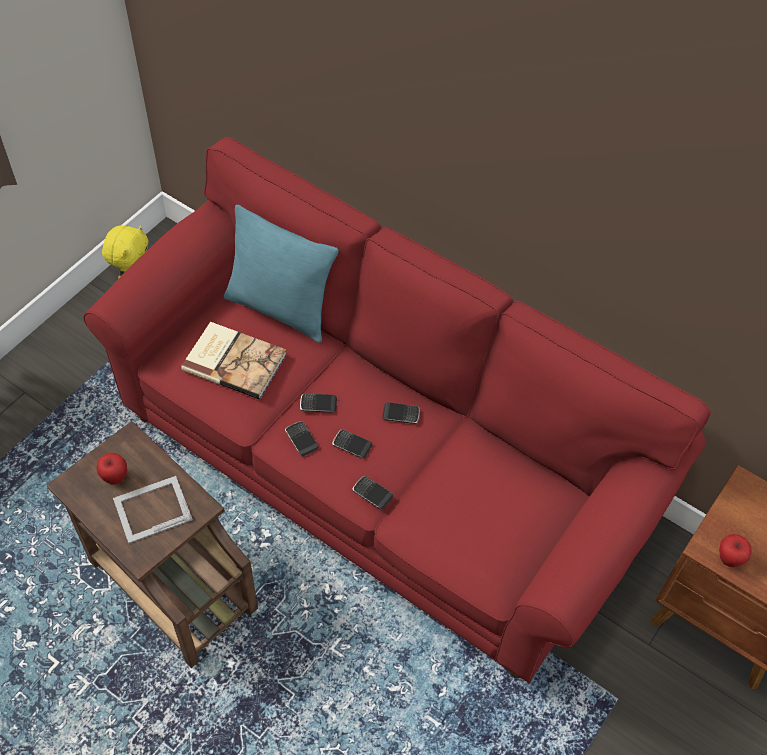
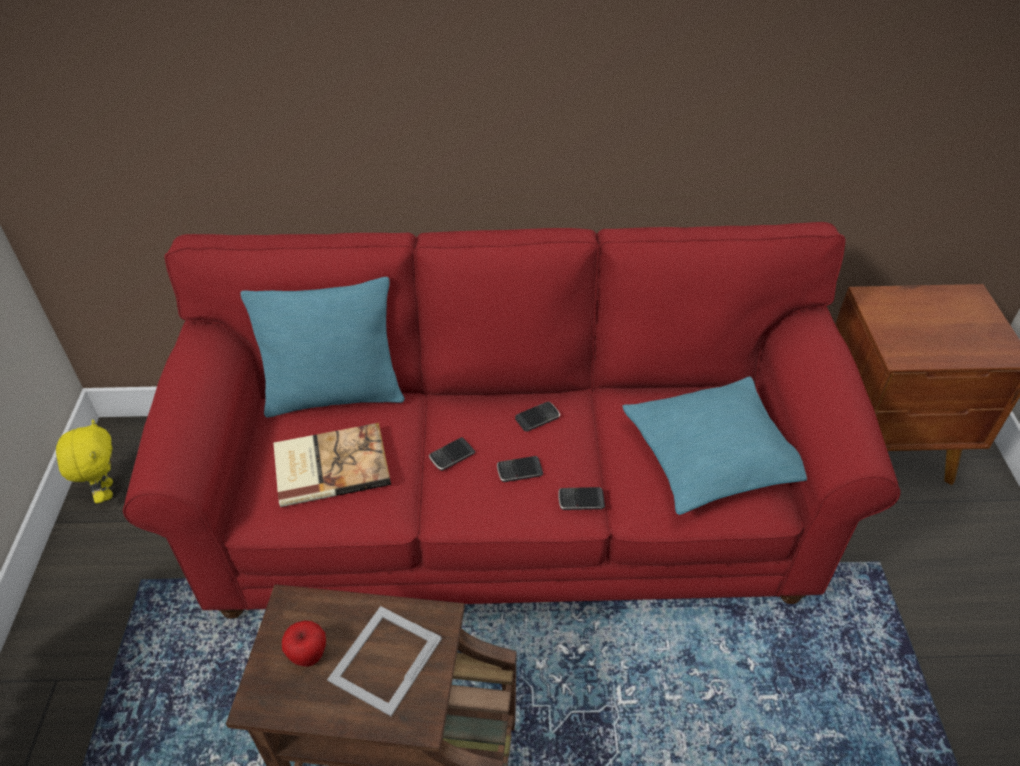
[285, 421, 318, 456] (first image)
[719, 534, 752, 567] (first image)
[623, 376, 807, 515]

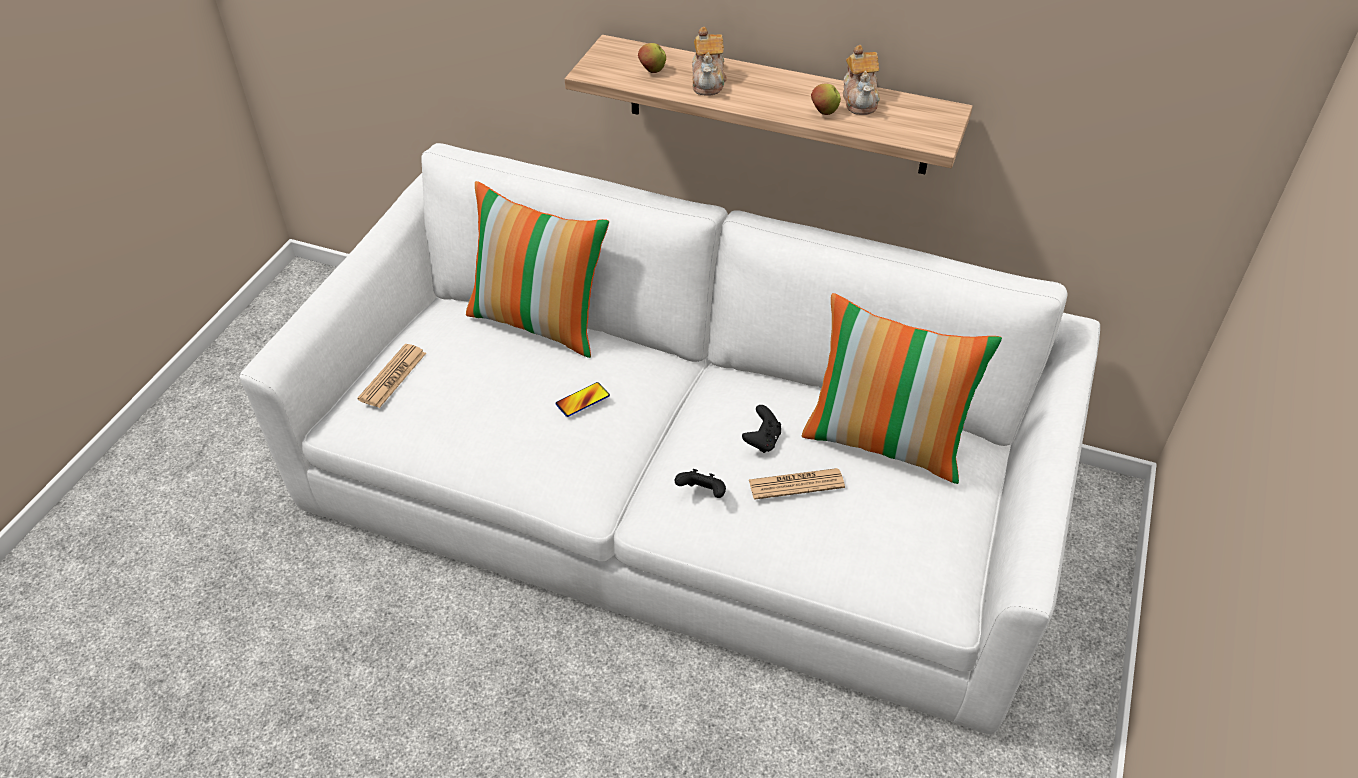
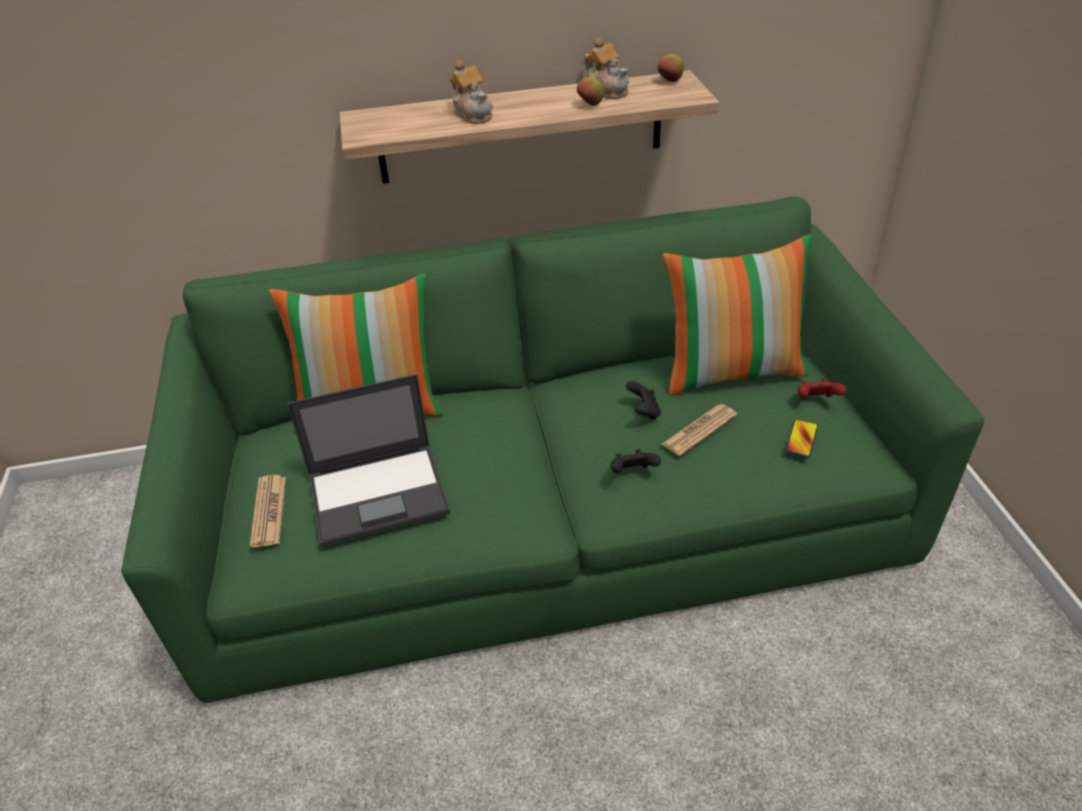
[658, 54, 684, 82]
[121, 197, 984, 703]
[785, 419, 818, 458]
[287, 374, 450, 547]
[797, 379, 846, 399]

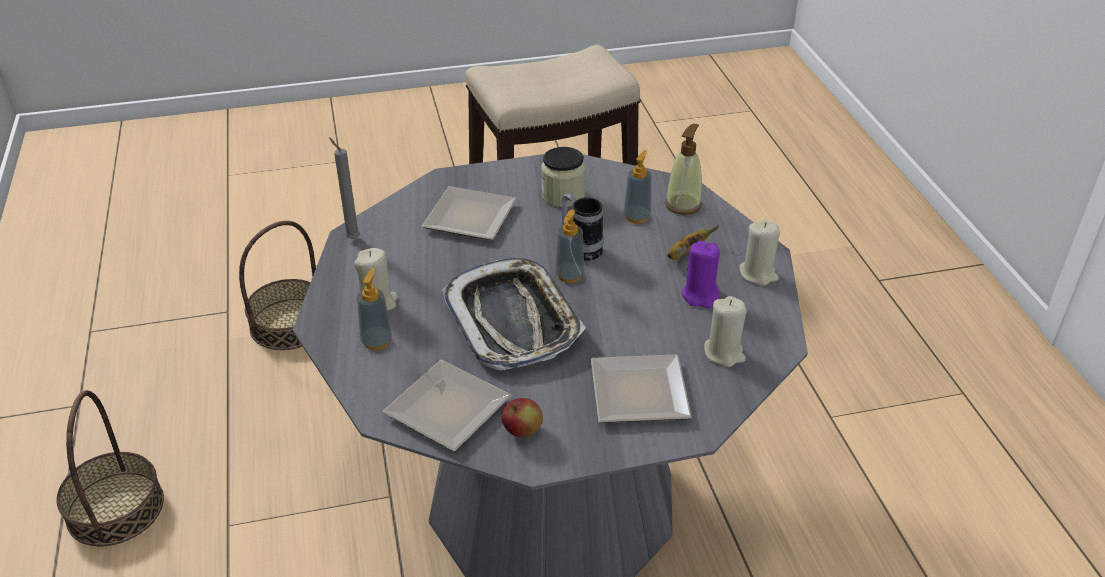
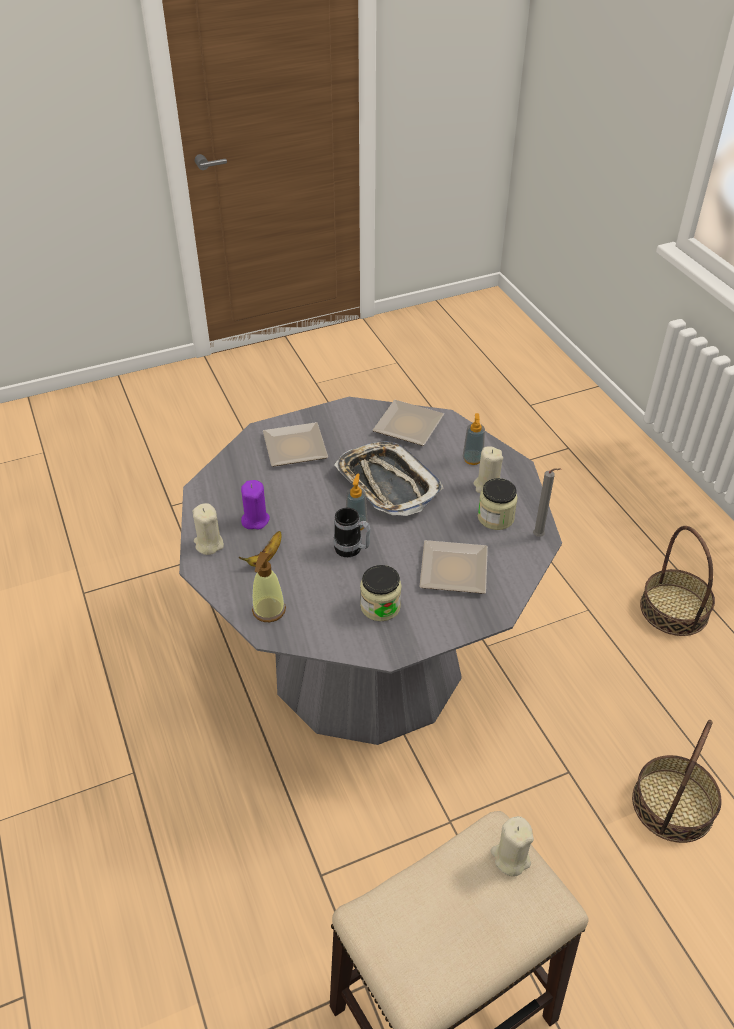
[623, 150, 651, 224] (first image)
[490, 816, 534, 877]
[501, 398, 543, 437] (first image)
[478, 478, 518, 530]

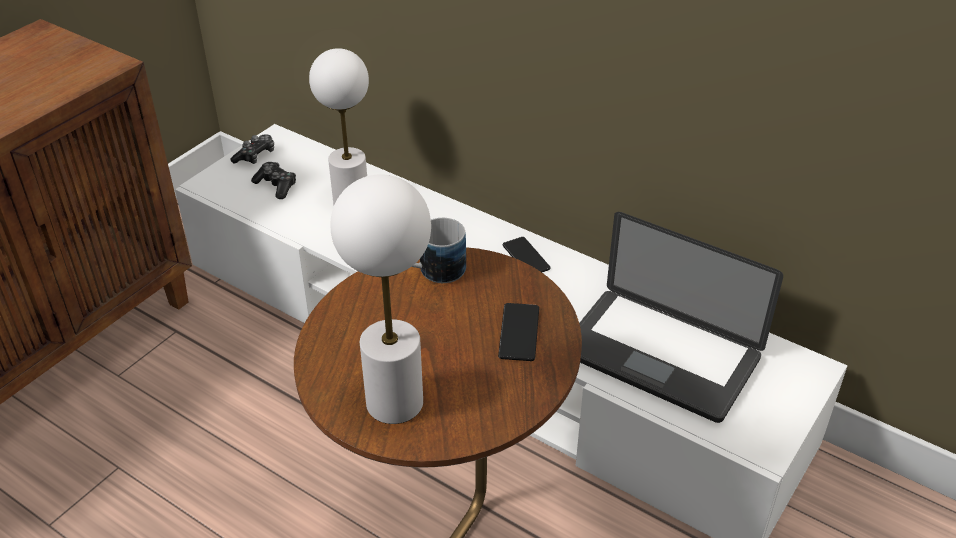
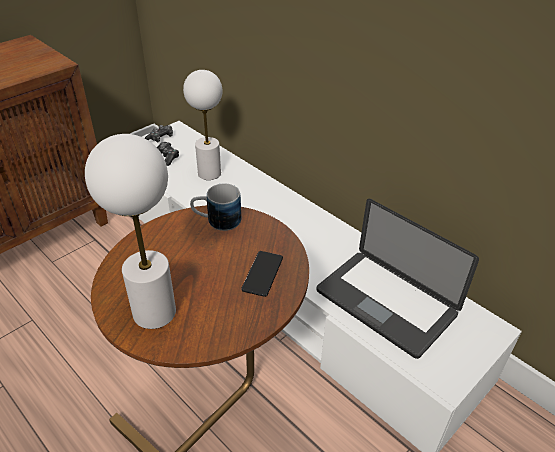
[502, 237, 551, 272] (first image)

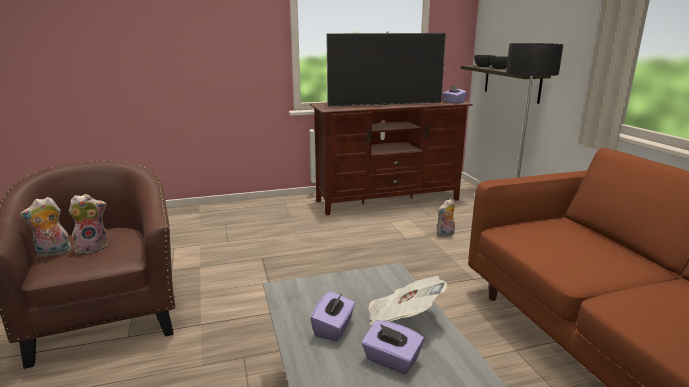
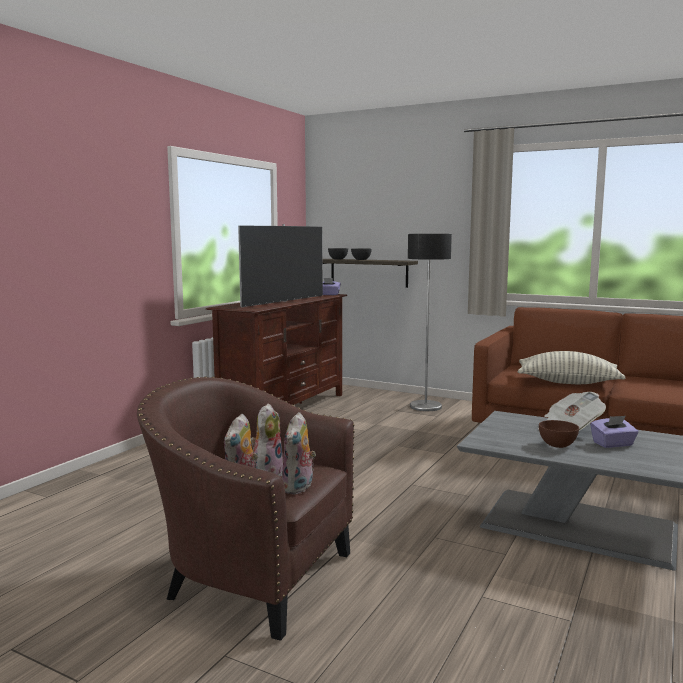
[282, 412, 318, 494]
[539, 420, 579, 448]
[518, 351, 625, 384]

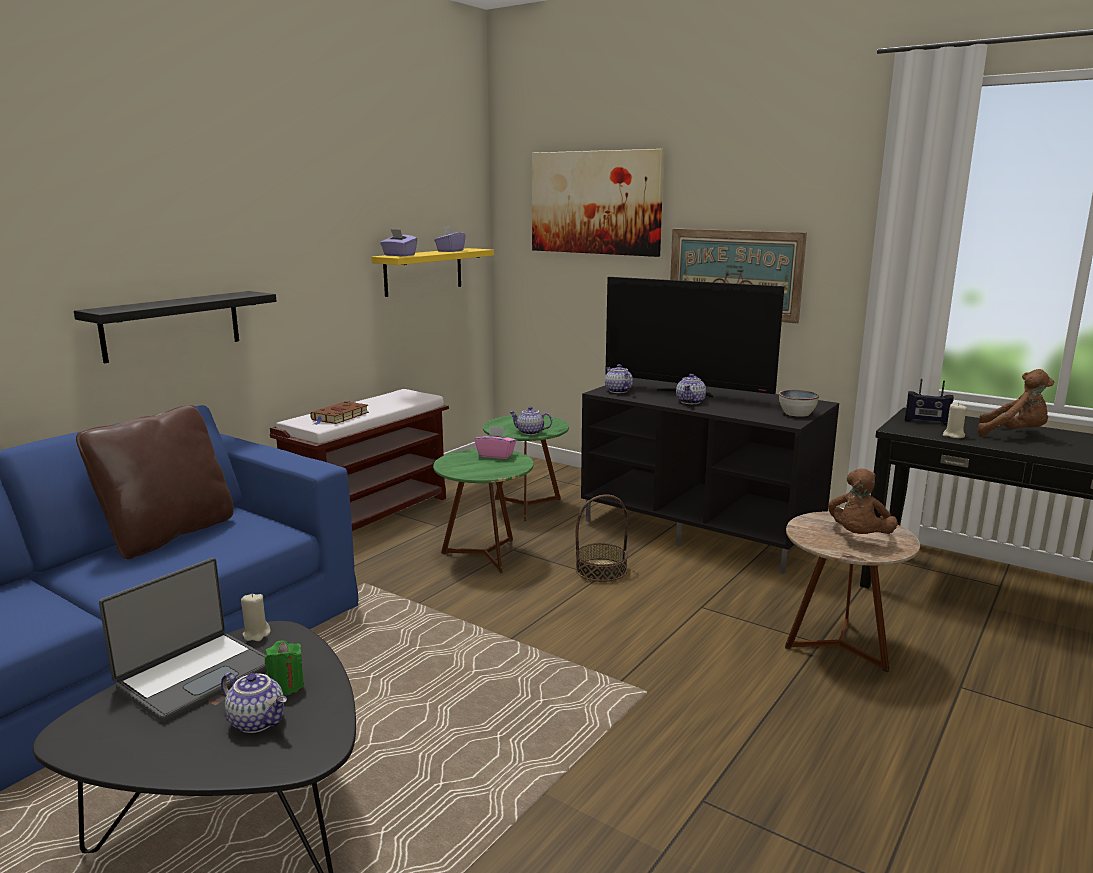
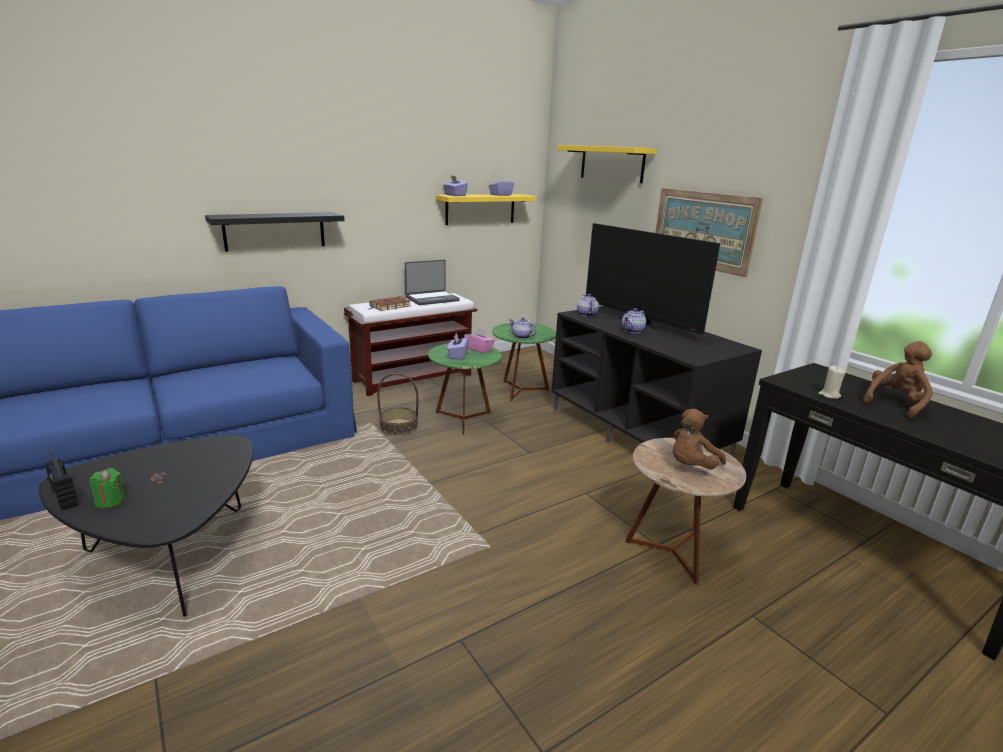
[556, 145, 656, 183]
[863, 341, 933, 419]
[45, 450, 78, 511]
[779, 390, 819, 417] (first image)
[76, 405, 234, 559] (first image)
[377, 373, 419, 436]
[405, 260, 460, 305]
[241, 593, 271, 641] (first image)
[90, 468, 125, 508]
[221, 673, 287, 733] (first image)
[447, 333, 469, 360]

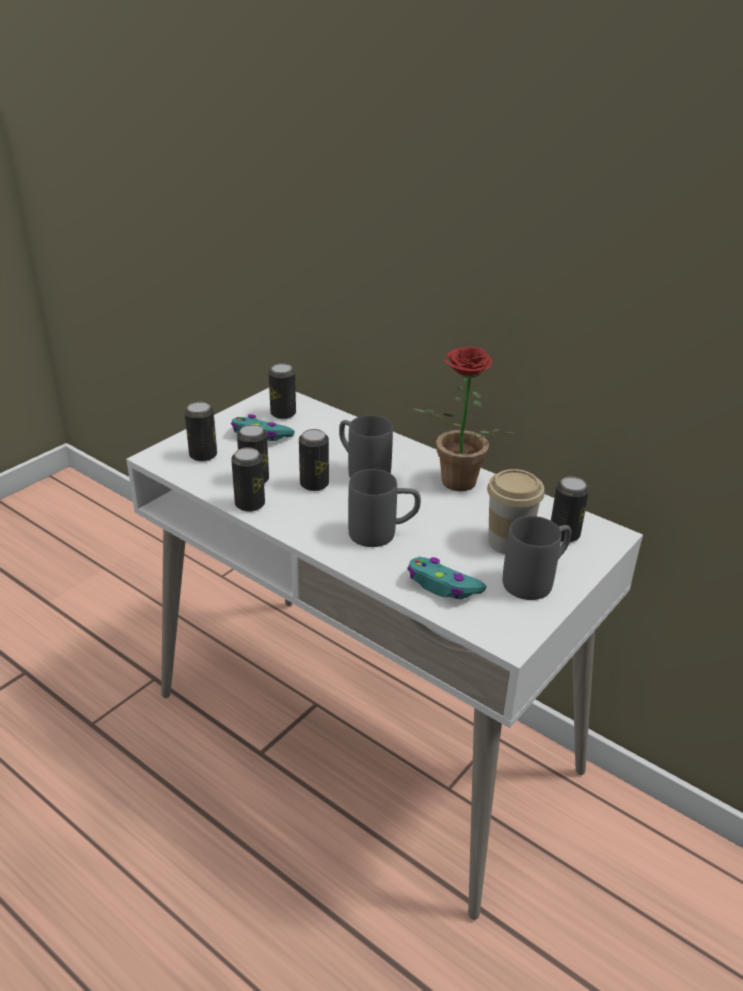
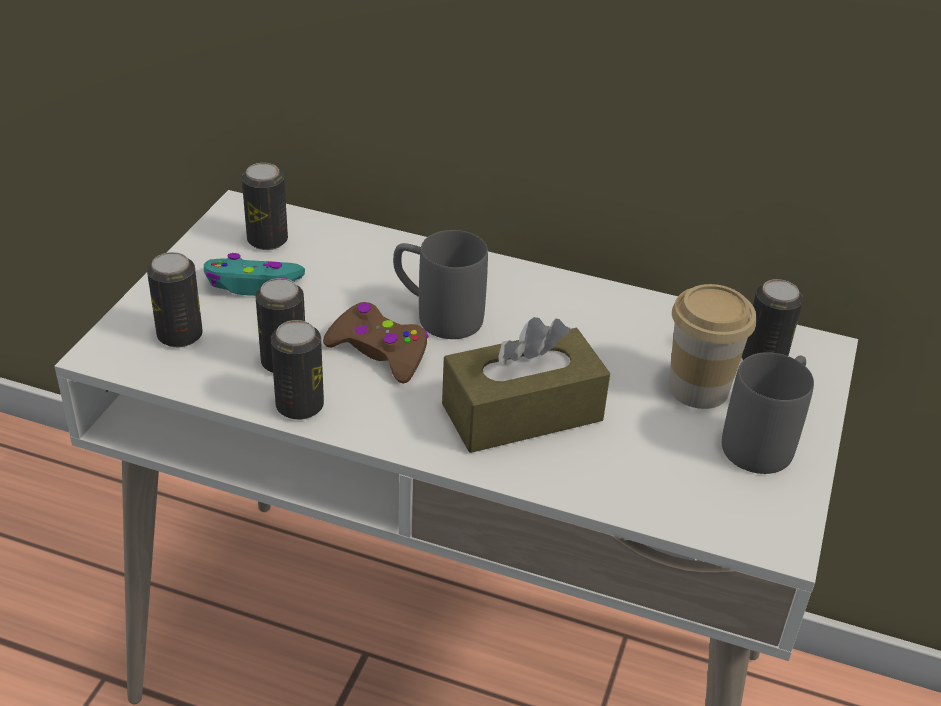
[414, 346, 518, 491] (first image)
[323, 302, 429, 384]
[442, 317, 610, 453]
[407, 557, 487, 599] (first image)

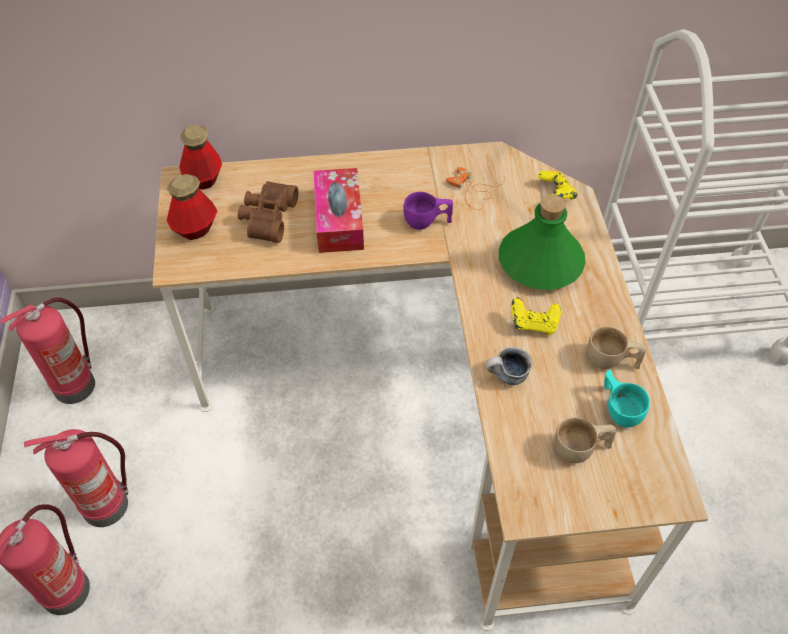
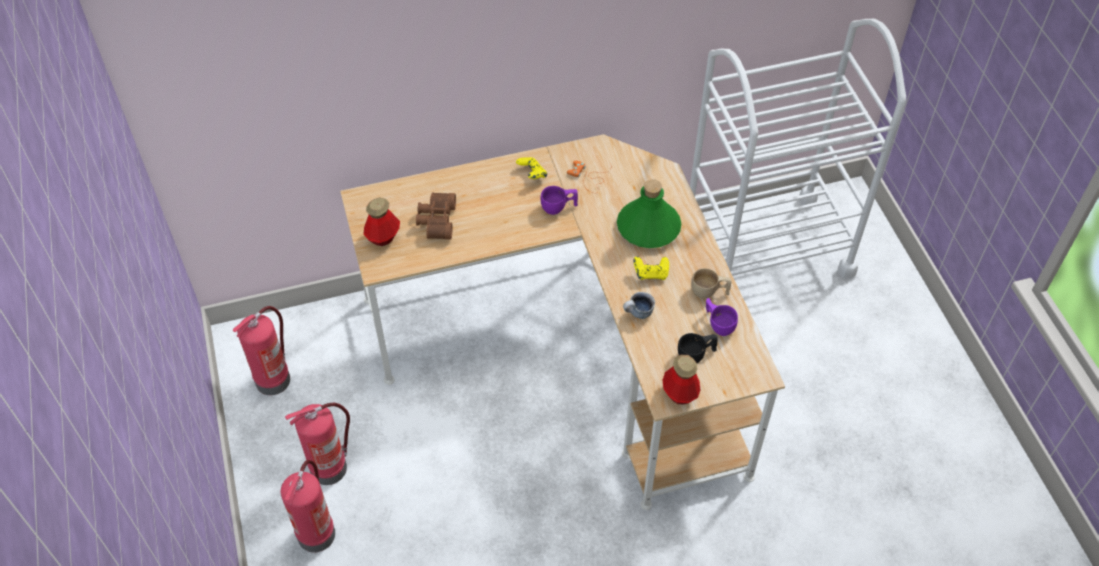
[663, 355, 701, 404]
[313, 168, 364, 253] (first image)
[516, 157, 547, 179]
[706, 298, 738, 336]
[678, 333, 718, 363]

